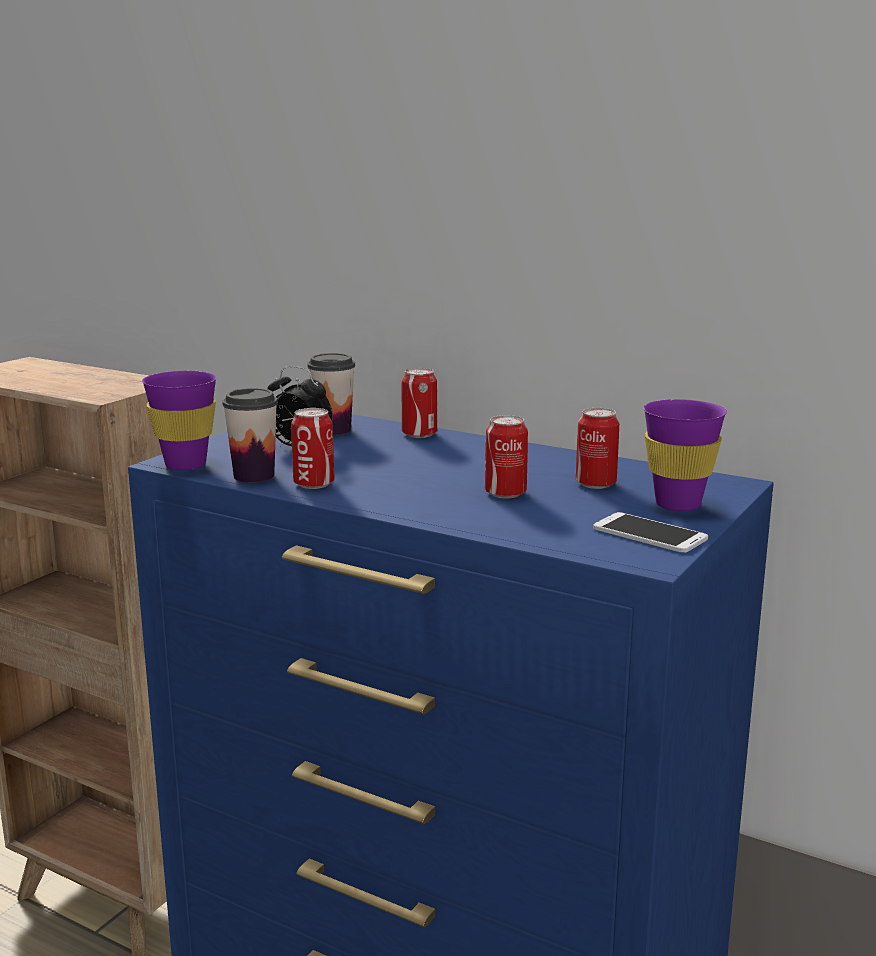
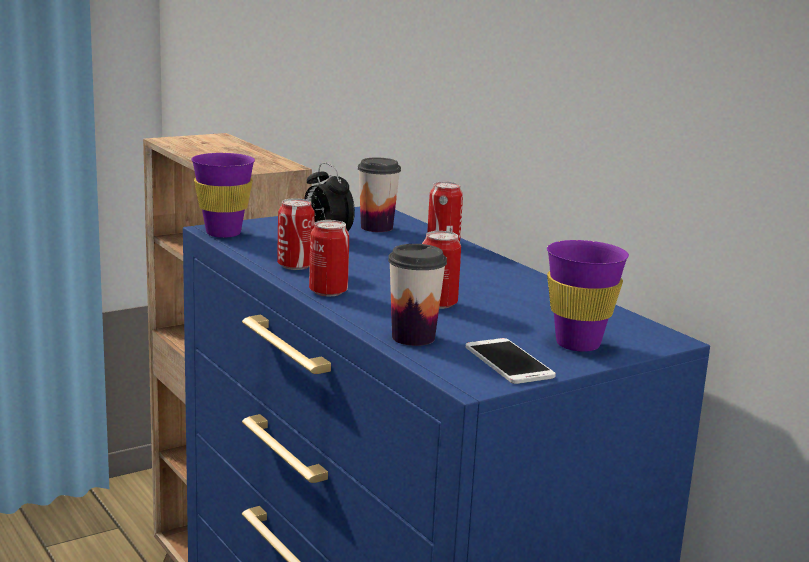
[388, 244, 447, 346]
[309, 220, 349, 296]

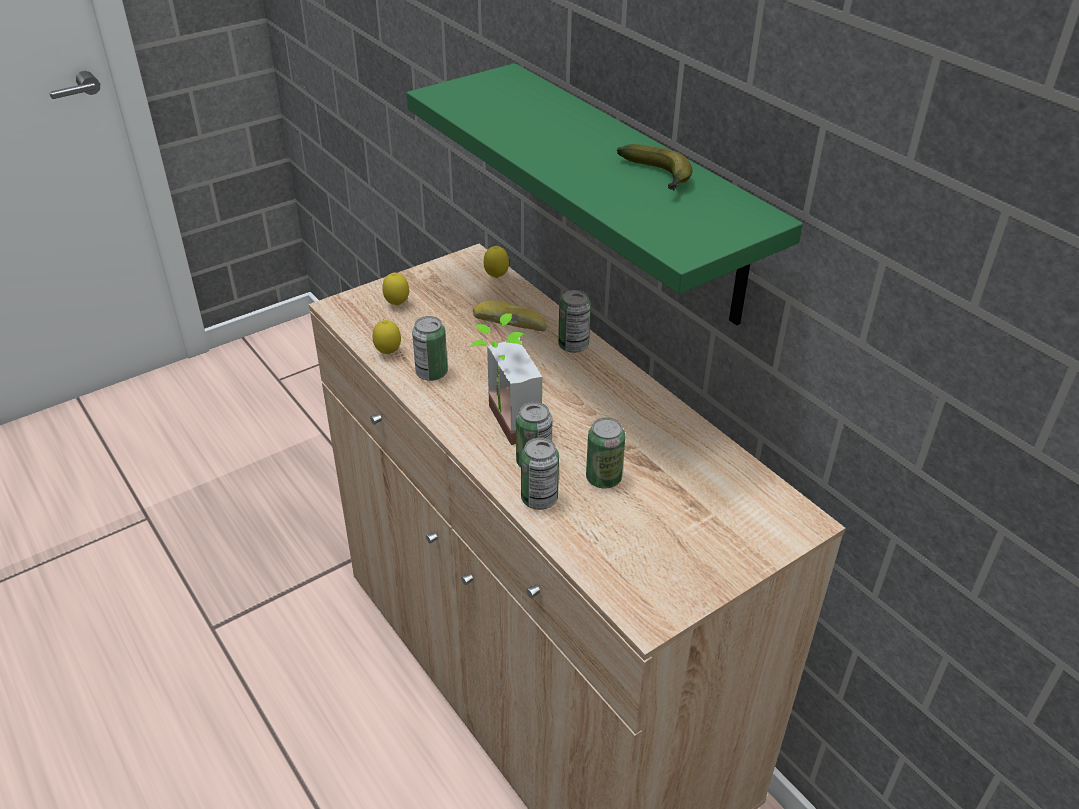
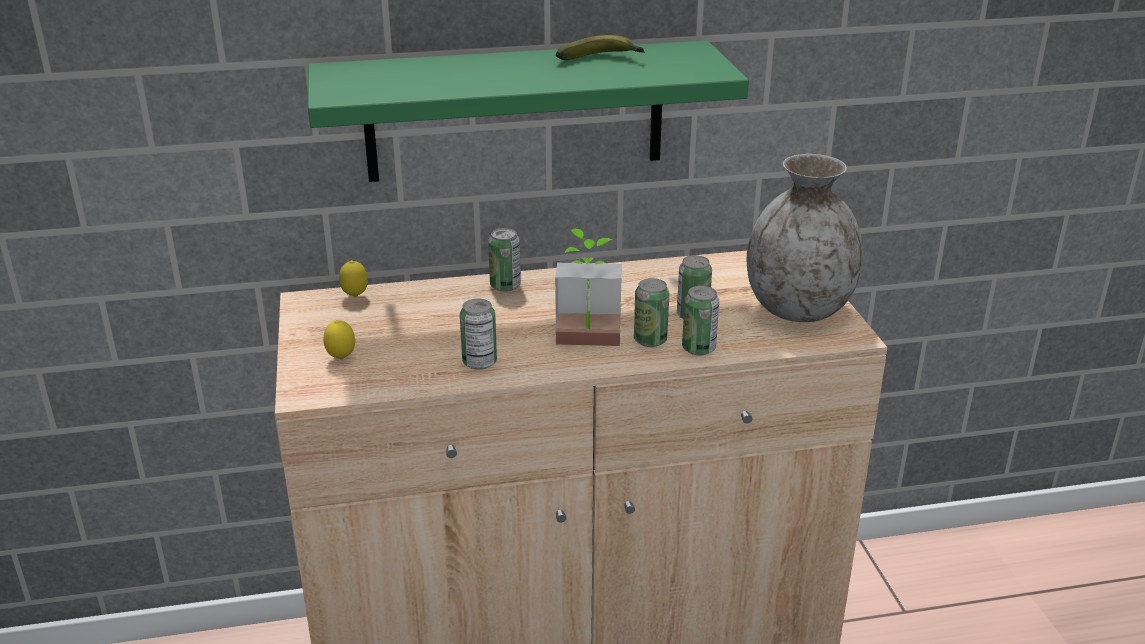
[473, 300, 547, 332] (first image)
[373, 320, 401, 354] (first image)
[747, 154, 863, 322]

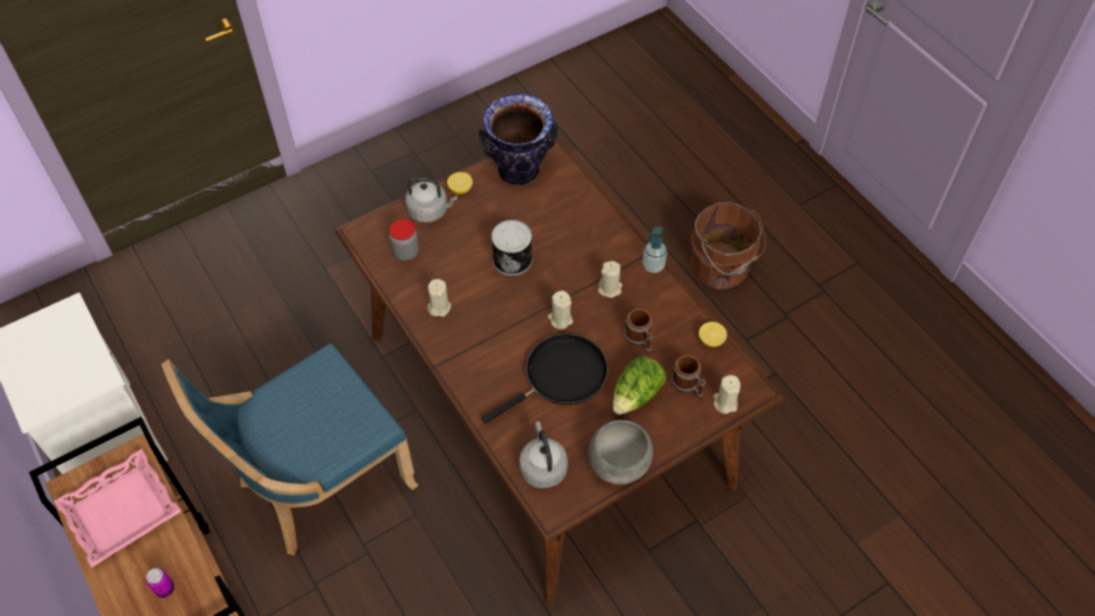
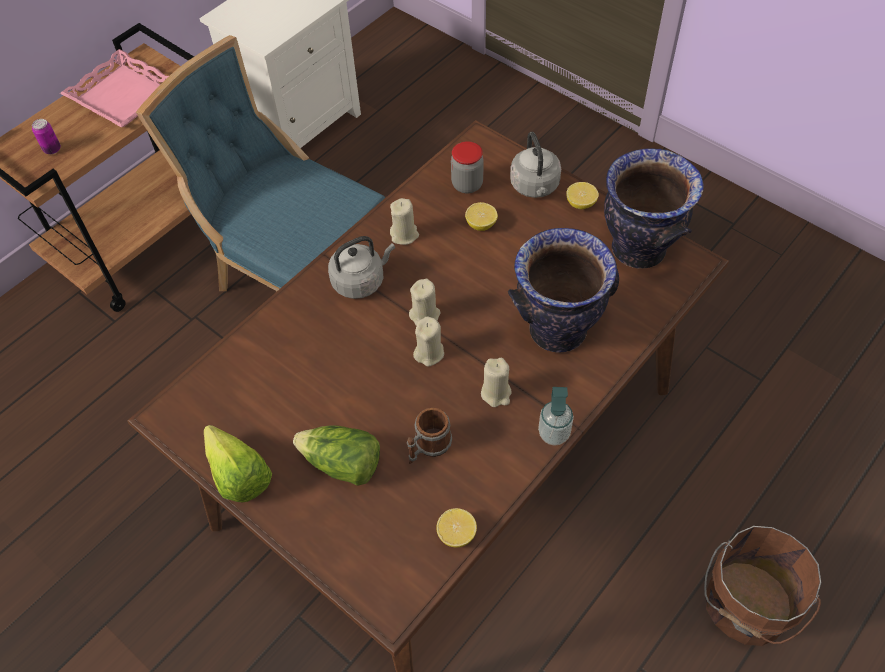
[491, 220, 532, 276] (first image)
[481, 334, 608, 424] (first image)
[671, 355, 706, 400] (first image)
[409, 279, 440, 326]
[204, 425, 272, 502]
[328, 236, 395, 299]
[465, 202, 498, 231]
[508, 228, 619, 353]

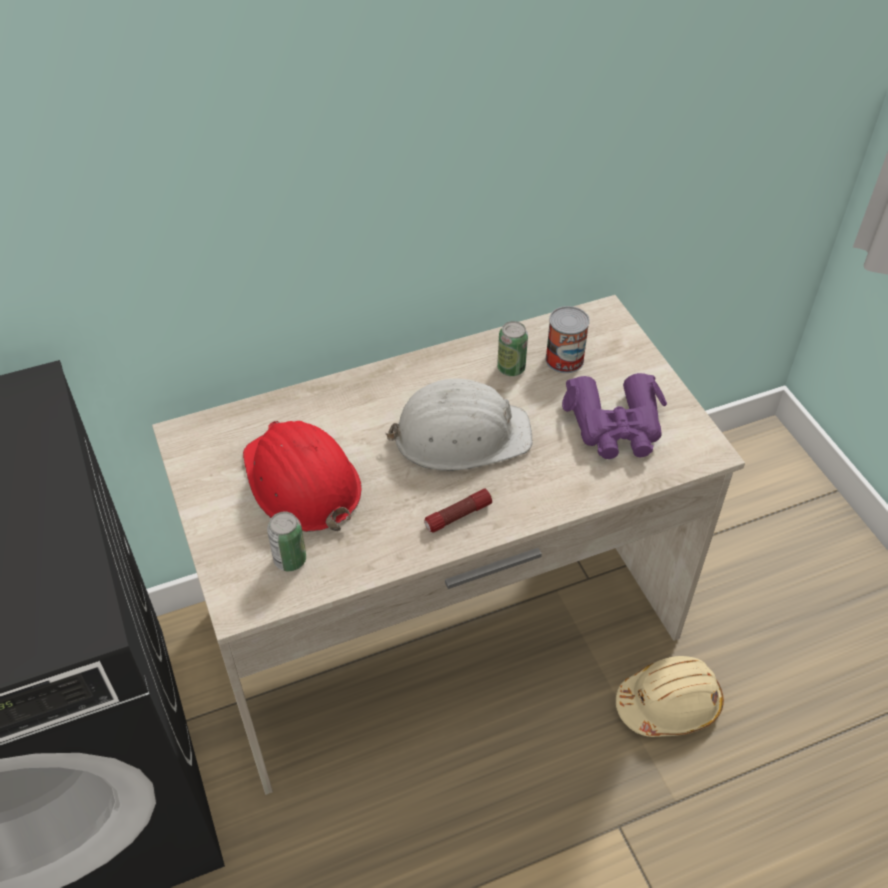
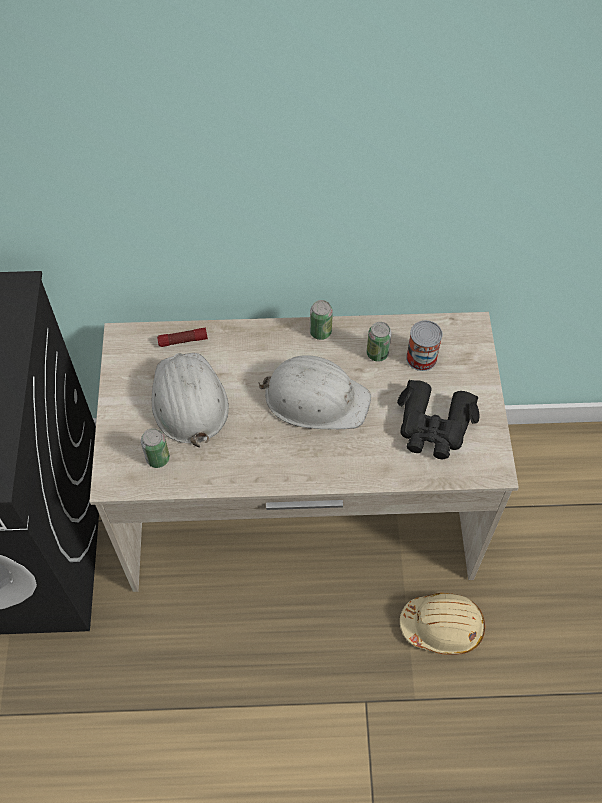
[397, 380, 479, 459]
[152, 353, 229, 447]
[157, 327, 208, 347]
[310, 300, 333, 340]

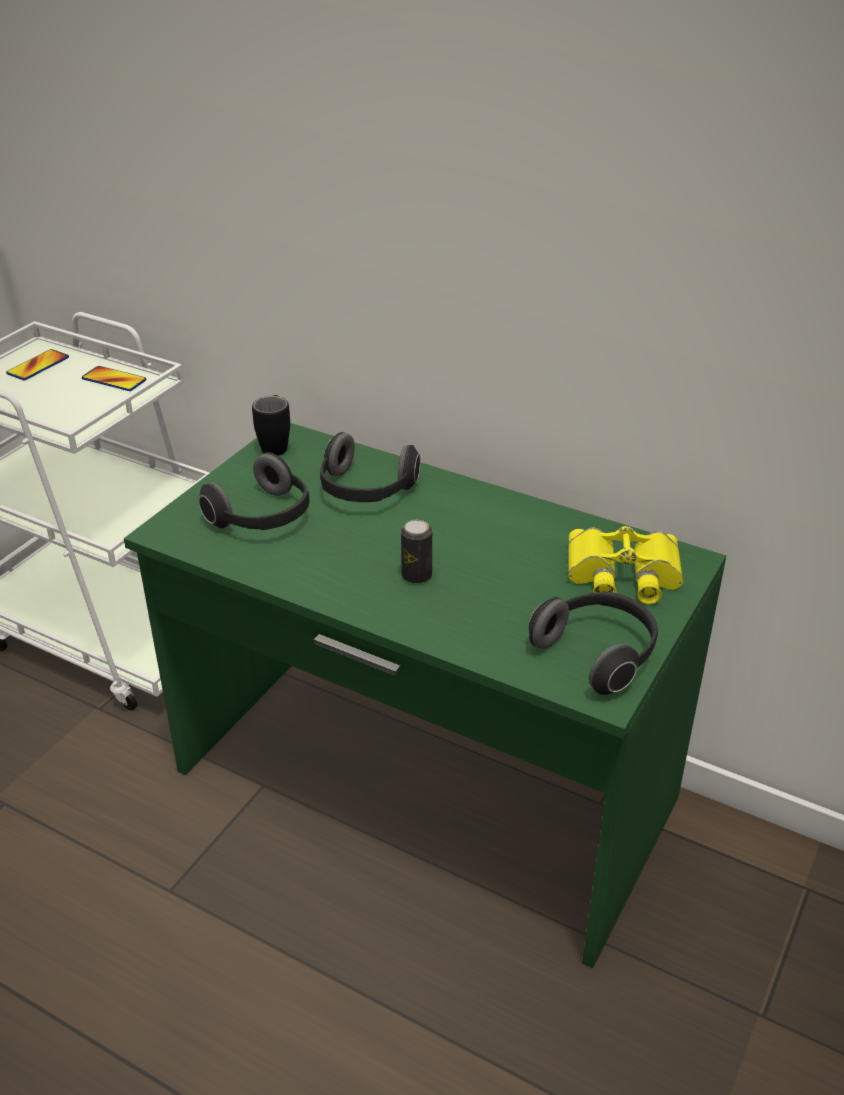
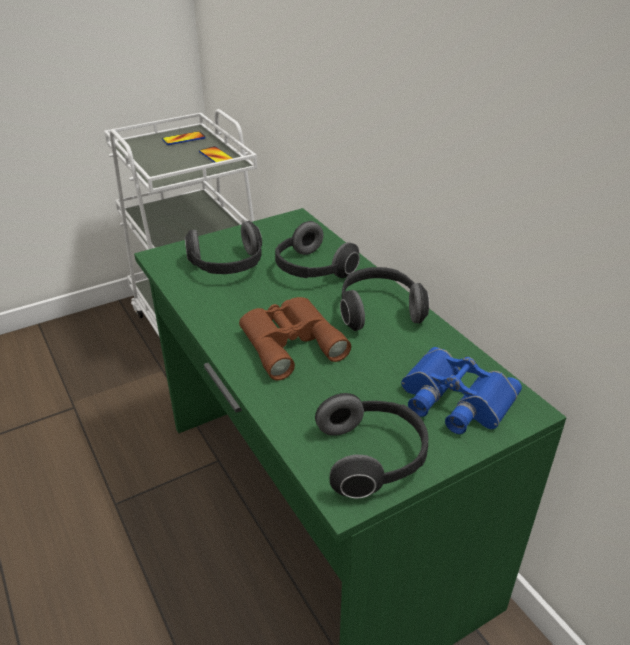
[252, 395, 290, 456] (first image)
[239, 297, 351, 380]
[401, 347, 522, 434]
[340, 267, 429, 331]

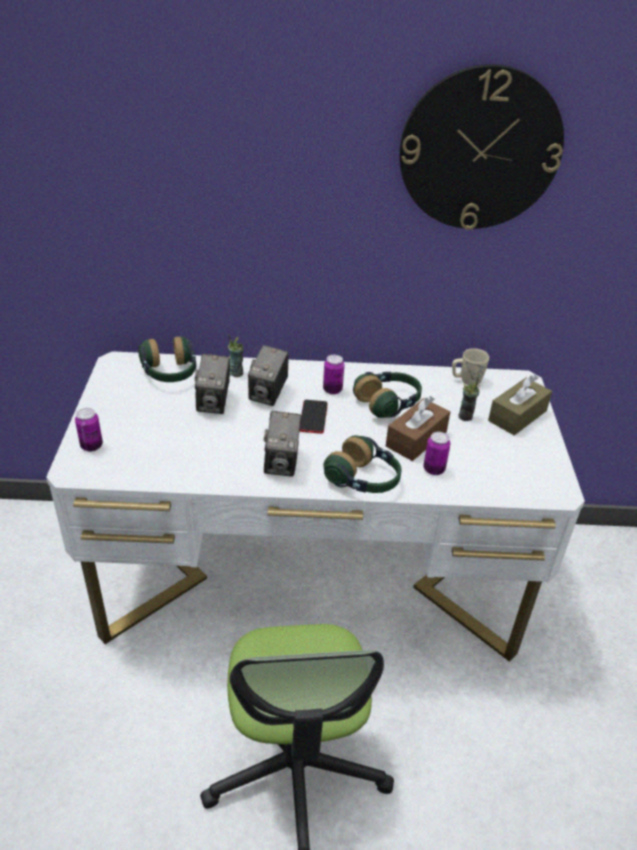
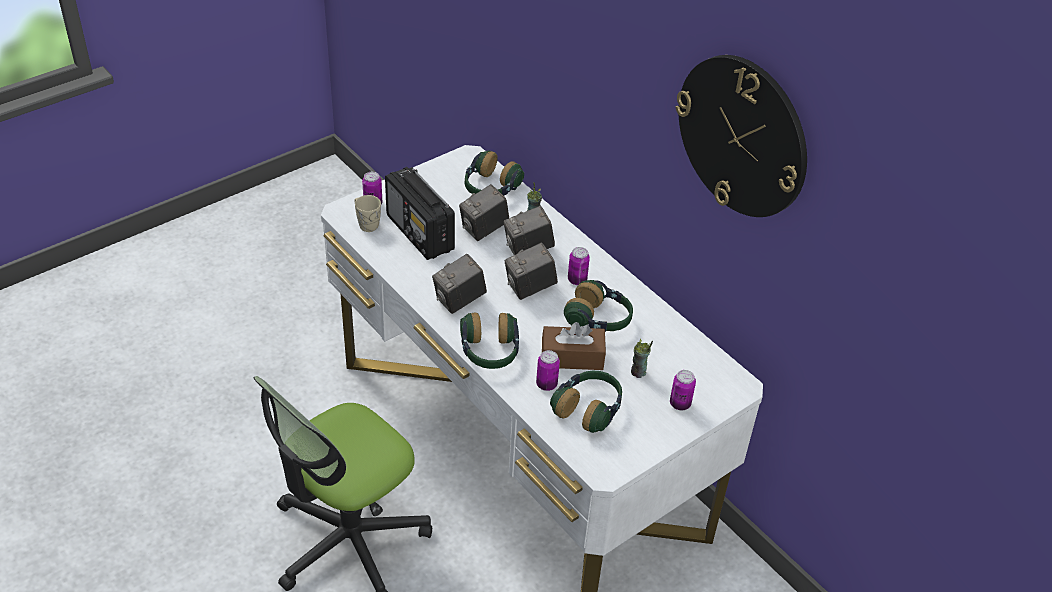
[355, 195, 381, 232]
[670, 370, 696, 410]
[504, 243, 558, 300]
[385, 167, 455, 260]
[550, 371, 622, 433]

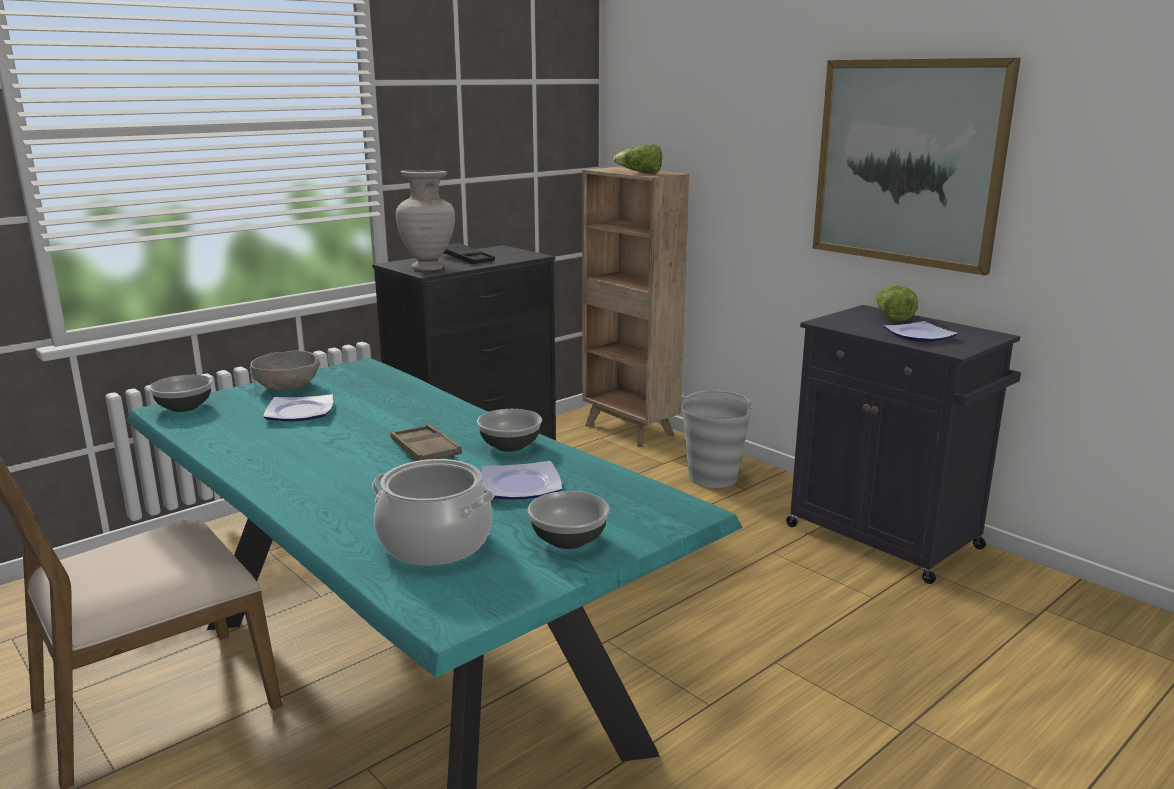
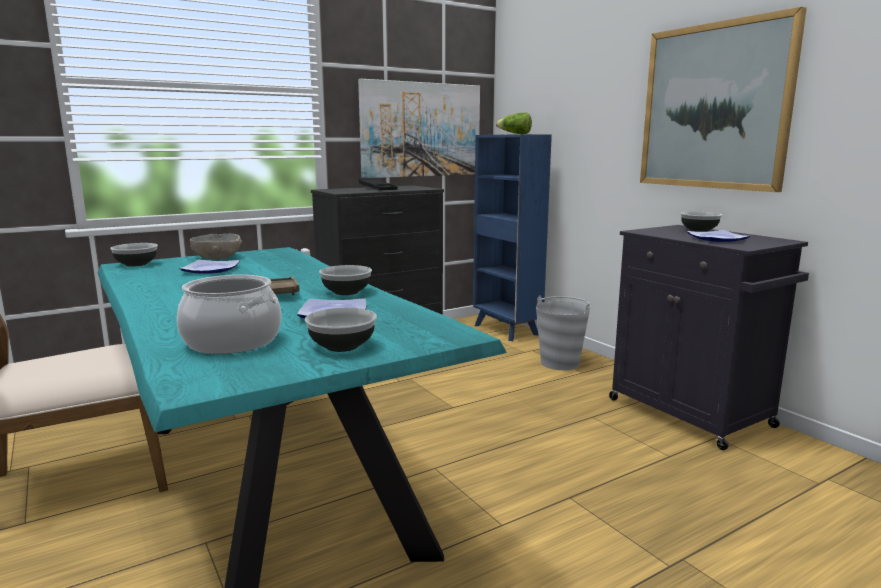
[473, 134, 552, 341]
[396, 170, 455, 271] (first image)
[680, 211, 722, 232]
[358, 79, 480, 178]

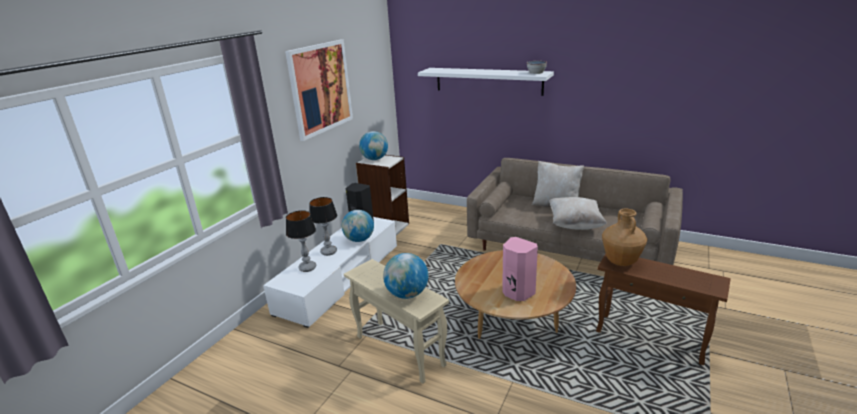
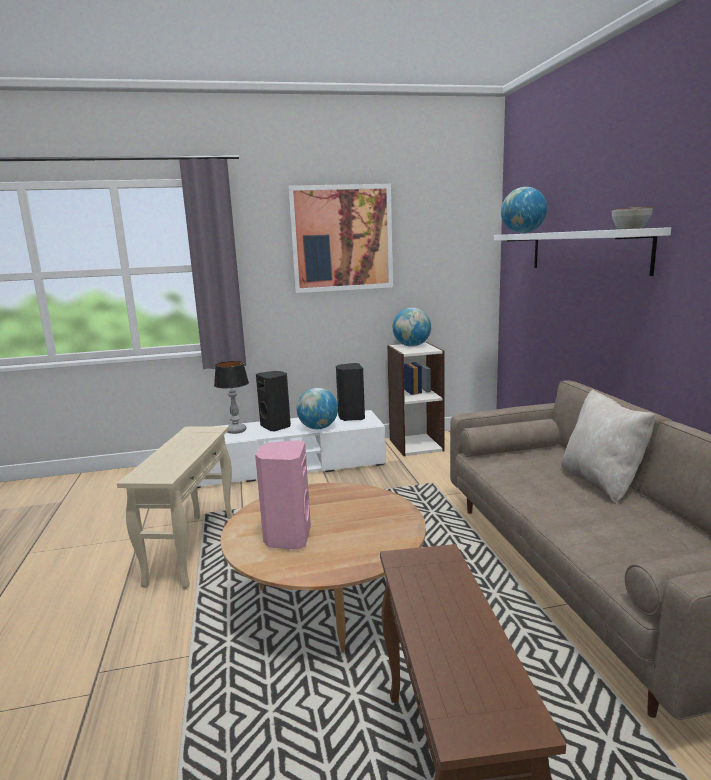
[256, 371, 291, 432]
[549, 197, 607, 230] (first image)
[602, 209, 647, 266] (first image)
[501, 187, 547, 233]

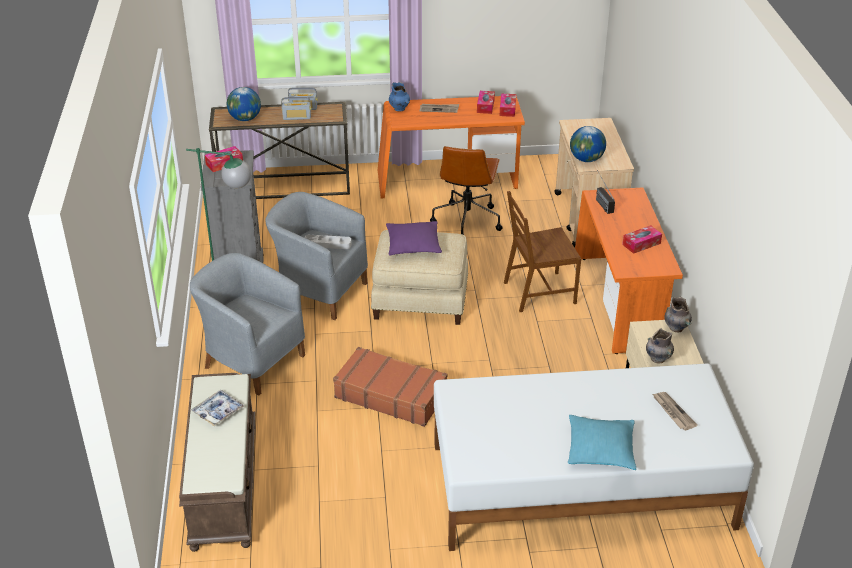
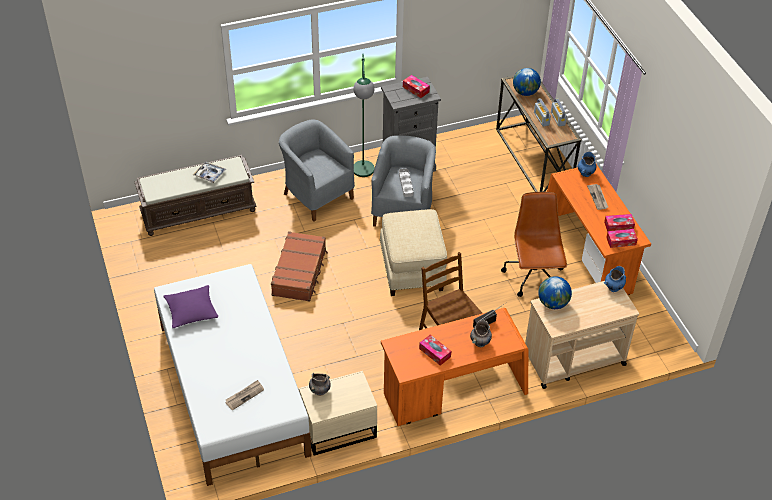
[501, 192, 567, 297]
[163, 285, 218, 328]
[279, 120, 355, 221]
[470, 320, 492, 347]
[568, 415, 636, 470] (first image)
[604, 266, 626, 292]

